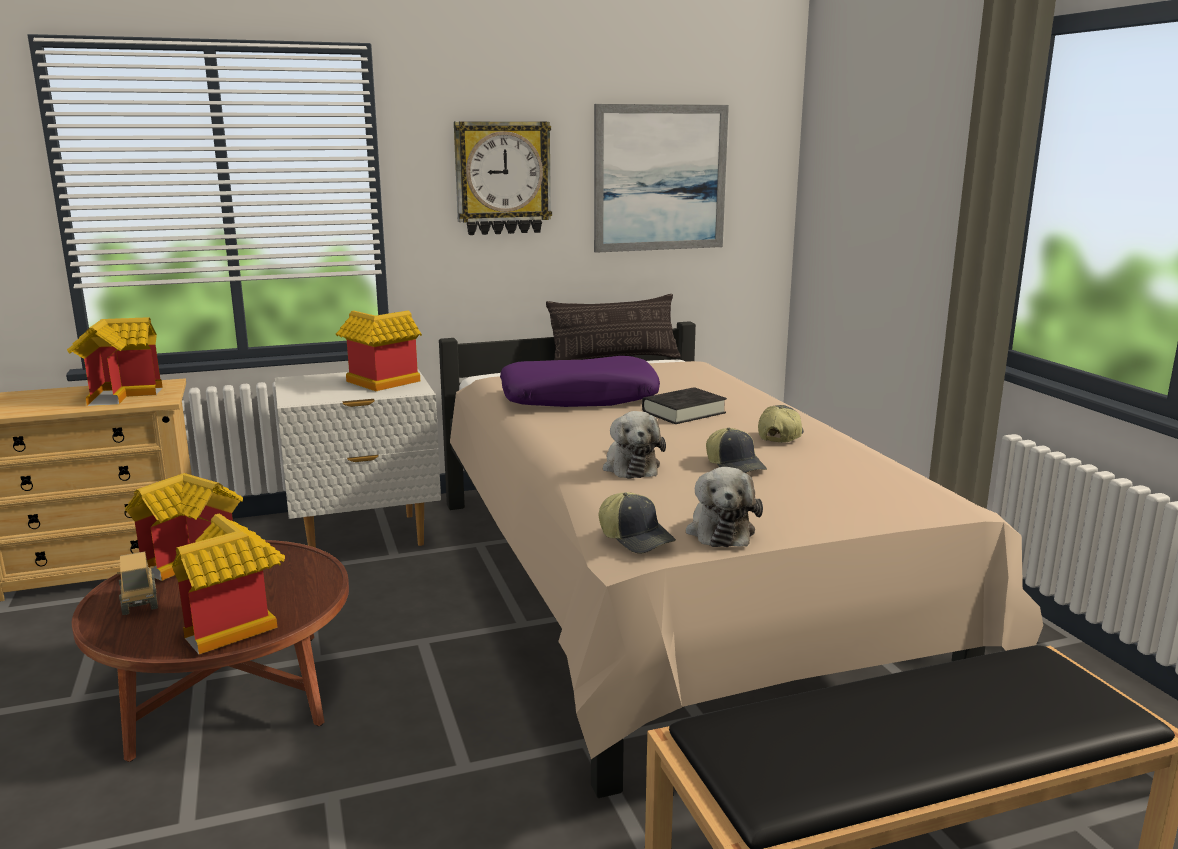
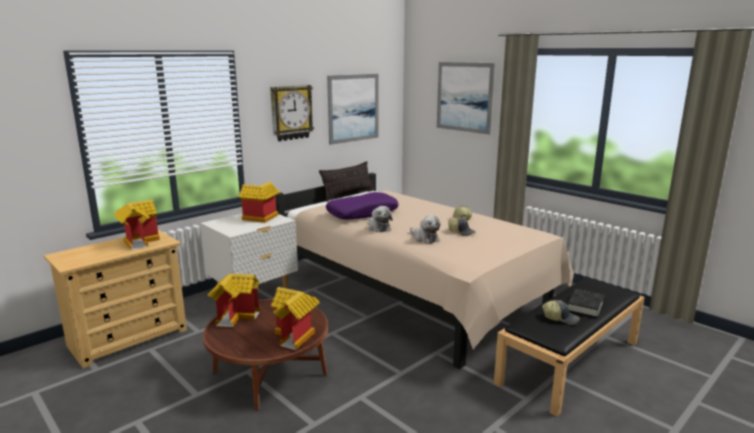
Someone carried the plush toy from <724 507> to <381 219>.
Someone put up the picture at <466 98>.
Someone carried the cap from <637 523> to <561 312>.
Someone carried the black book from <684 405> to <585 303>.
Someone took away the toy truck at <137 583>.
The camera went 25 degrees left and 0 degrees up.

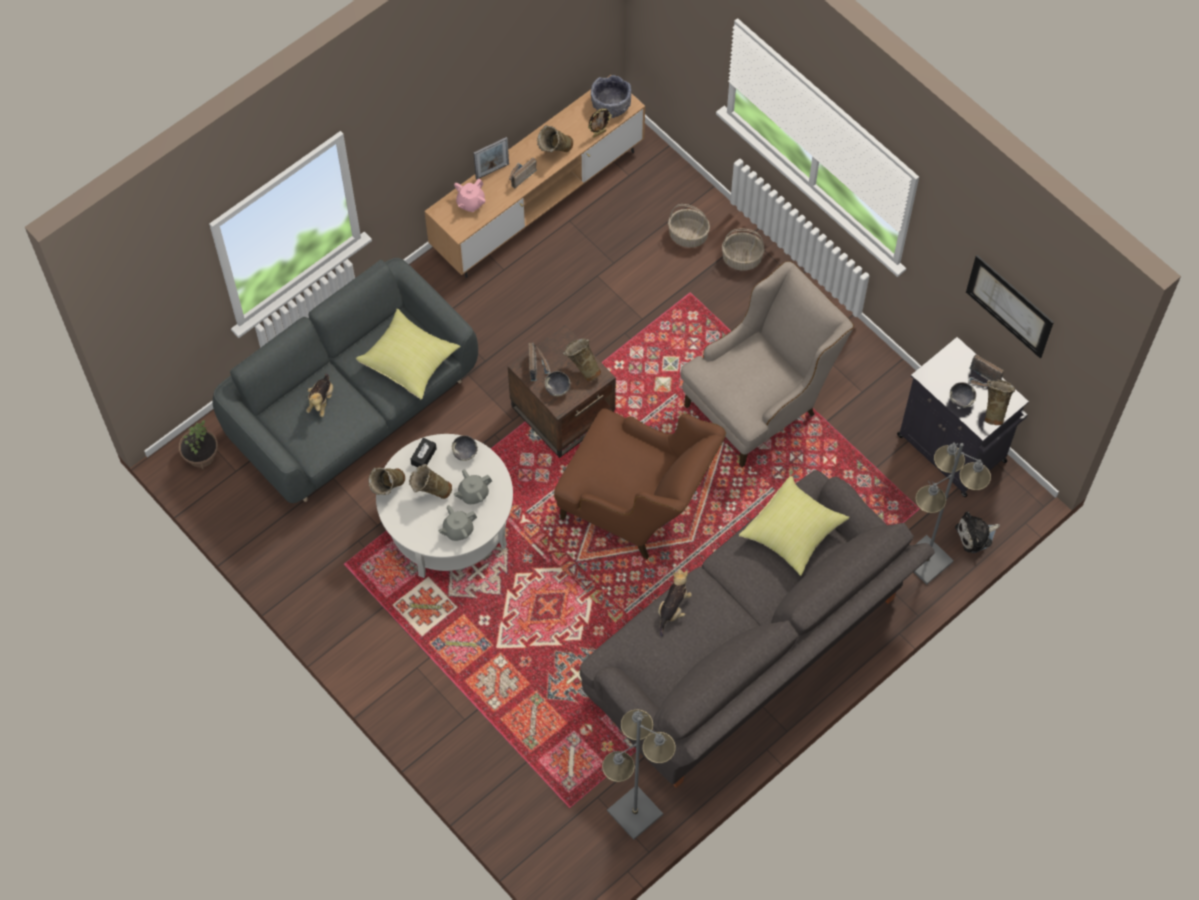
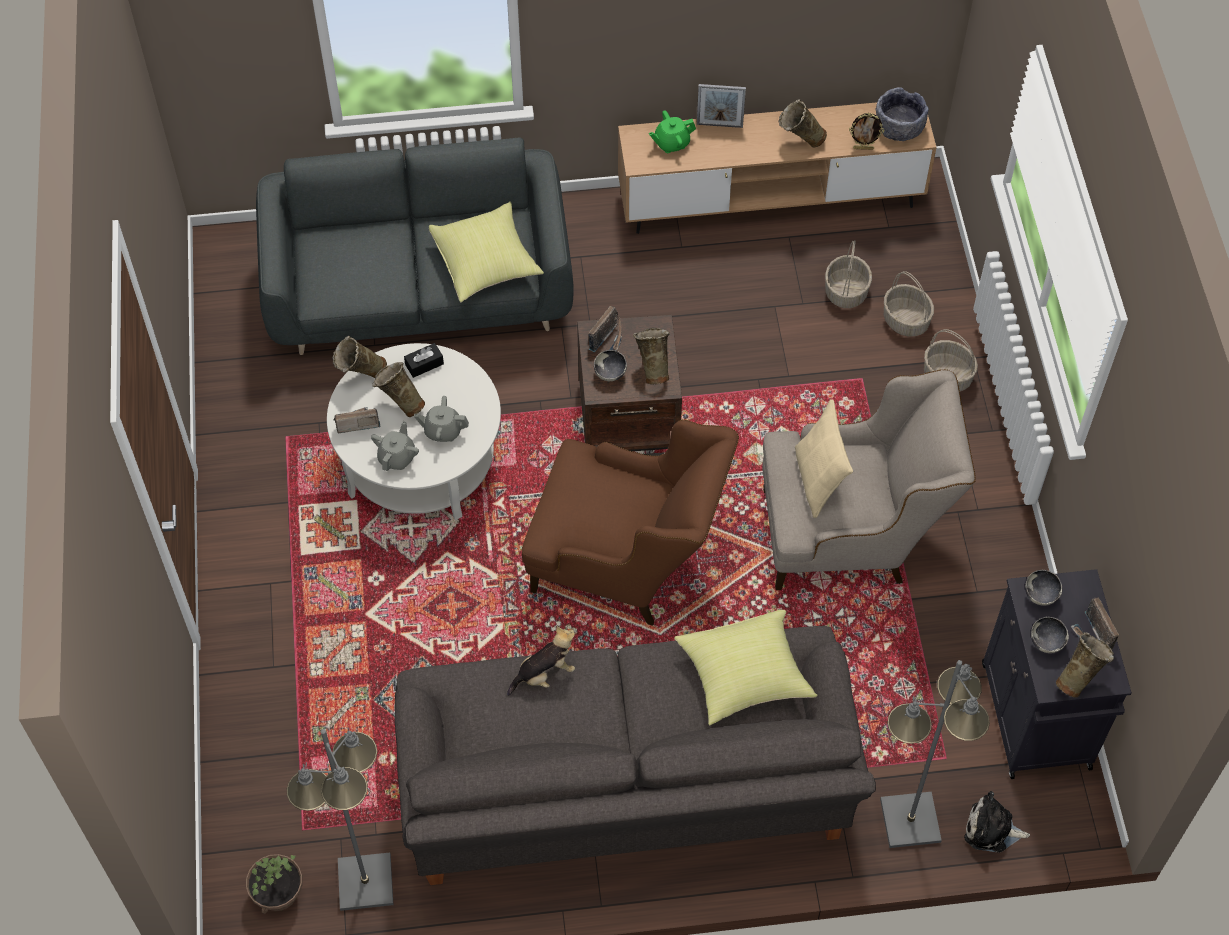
Someone carried the potted plant from <198 444> to <274 884>.
Someone carried the radio from <523 173> to <357 420>.
Someone rotated the grey teapot at <457 523> by 105 degrees clockwise.
Someone rotated the brown armchair at <640 483> by 45 degrees counterclockwise.
Someone repainted the pink teapot at <470 195>, which became the green teapot at <672 131>.
Someone put down the beige pillow at <824 458>.
Someone put down the basket at <848 274>.
Someone carried the bowl from <465 448> to <1043 587>.
Someone took away the plush toy at <319 395>.
Someone took away the picture at <1010 306>.
The camera went 35 degrees right and 5 degrees down.

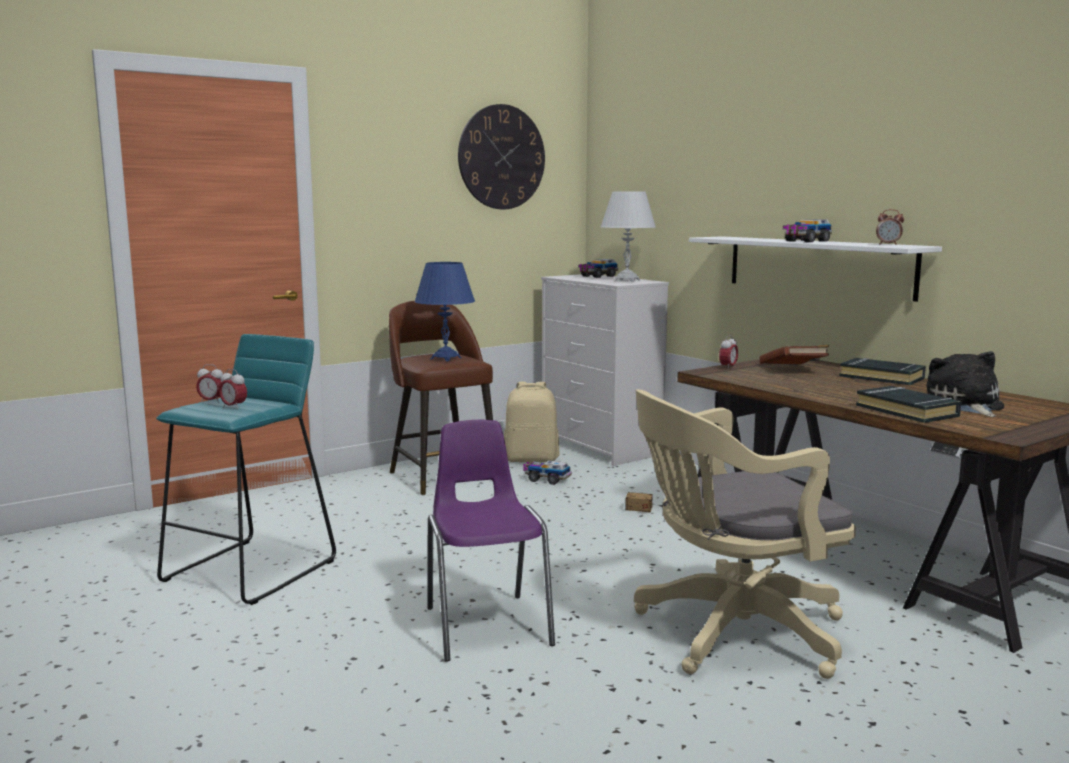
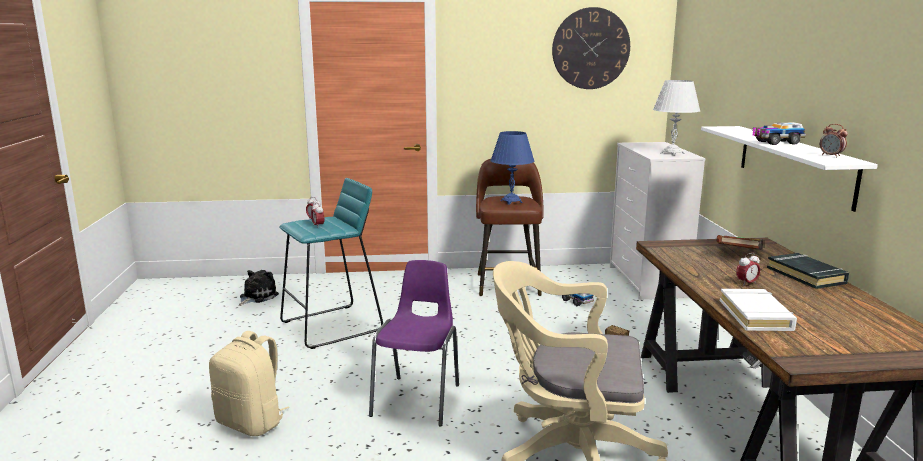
Someone carried the beige backpack from <532 422> to <249 383>.
Someone carried the plush toy from <965 384> to <259 288>.
Someone repainted the black book at <908 404>, which became the white book at <758 310>.
Someone carried the alarm clock from <728 352> to <748 269>.
Someone took away the toy truck at <598 268>.
The camera went 30 degrees right and 5 degrees up.

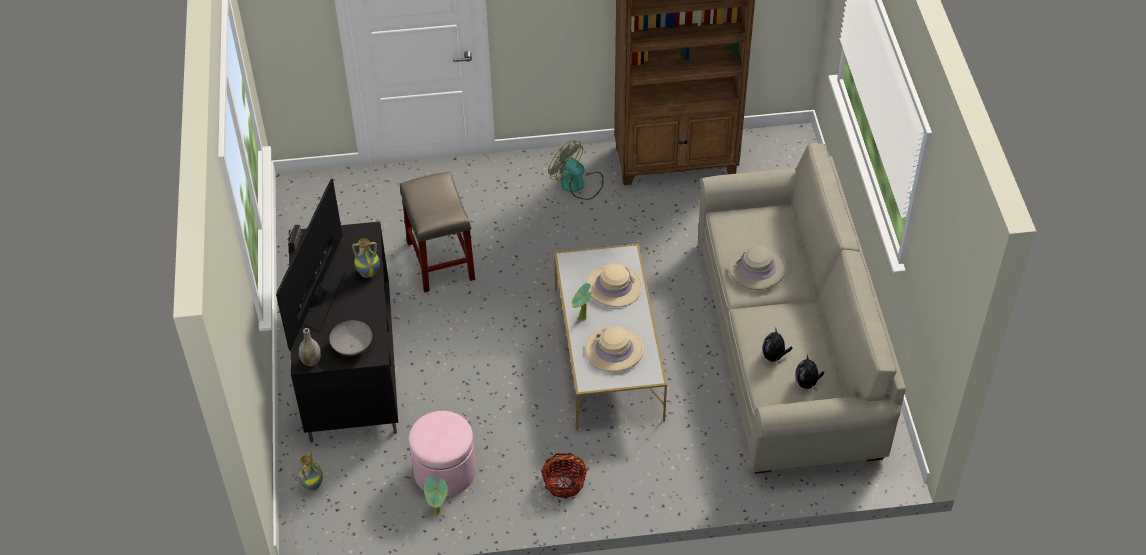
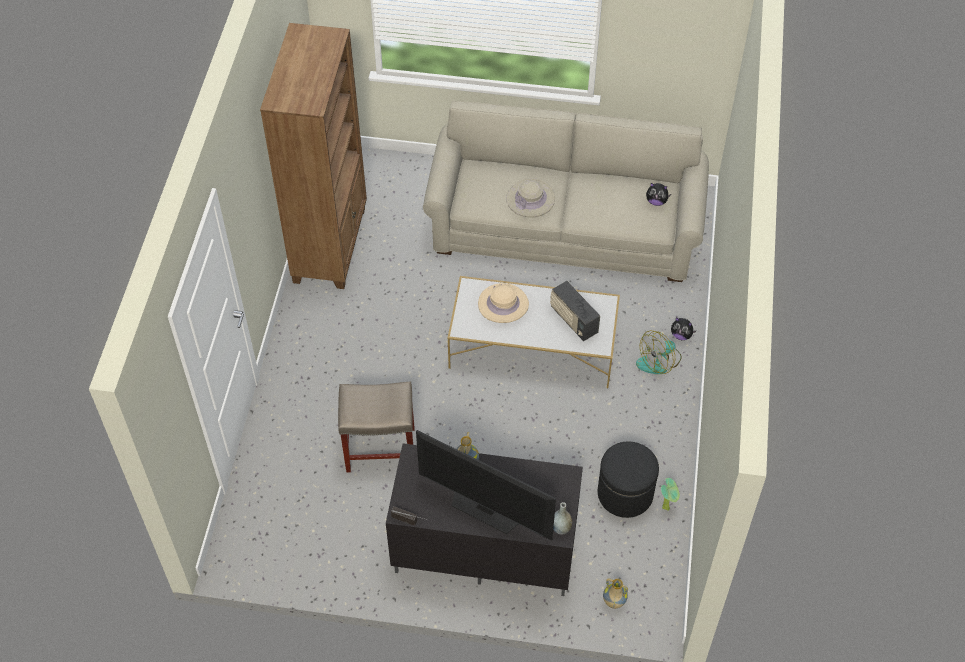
Someone swapped the beige hat at <614 349> for the radio at <575 311>.
Someone repainted the pink ottoman at <442 454>, which became the black ottoman at <628 480>.
Someone carried the fan from <576 170> to <659 352>.
Someone carried the plush toy from <777 345> to <684 329>.
Someone took away the grey bowl at <350 337>.
Someone took away the basket at <564 476>.
Someone took away the potted plant at <582 301>.
The camera went 75 degrees left and 5 degrees up.

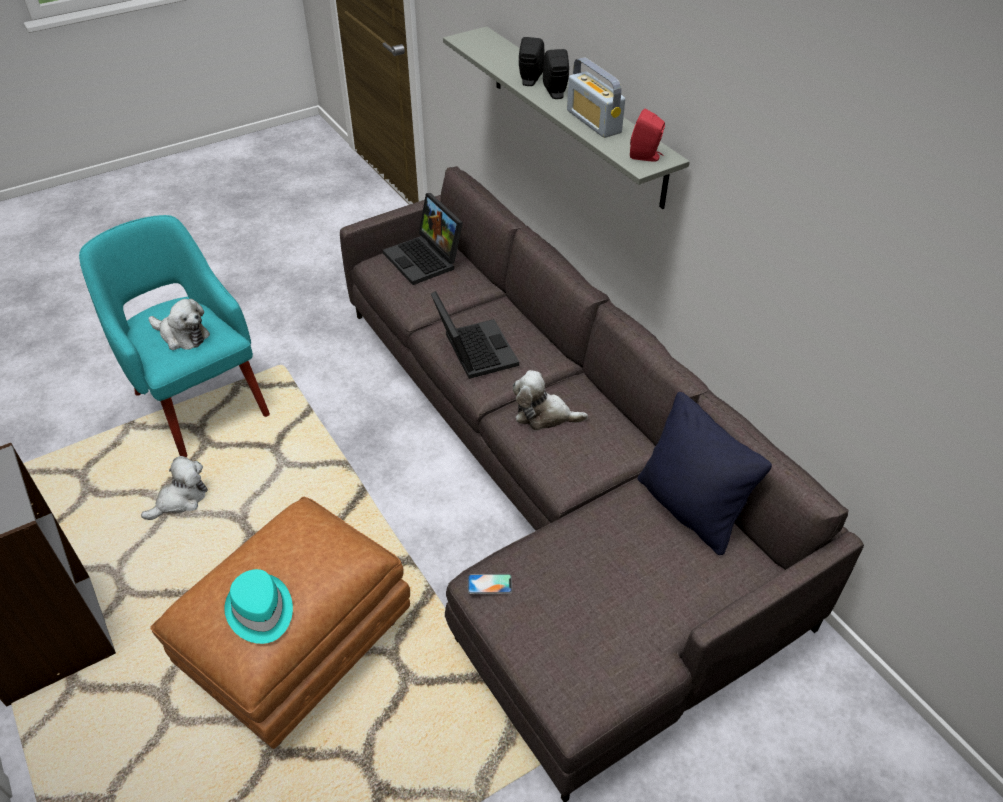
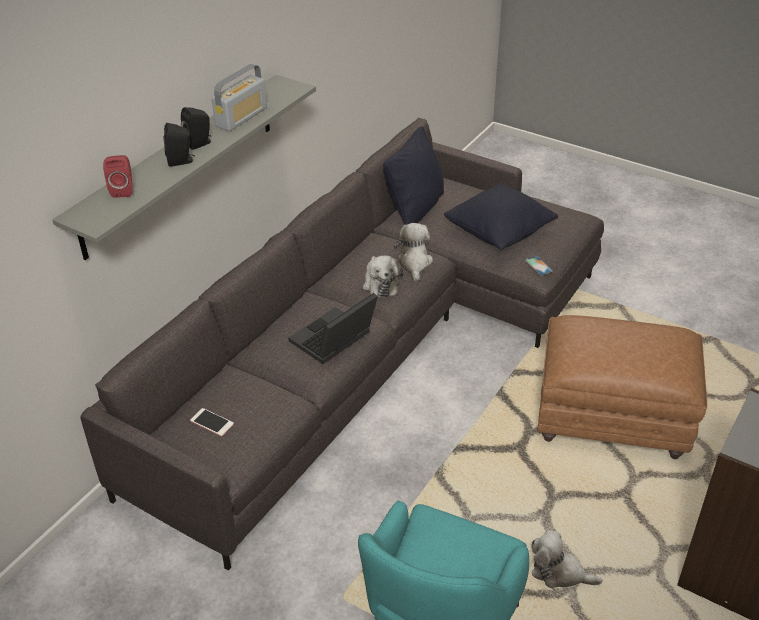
Someone carried the red speaker from <647 135> to <118 176>.
Someone swapped the laptop at <423 239> for the phone at <212 422>.
Someone carried the plush toy from <179 324> to <413 252>.
Someone put down the black pillow at <501 217>.
Someone took away the turquoise hat at <258 606>.
The camera went 115 degrees left and 5 degrees down.

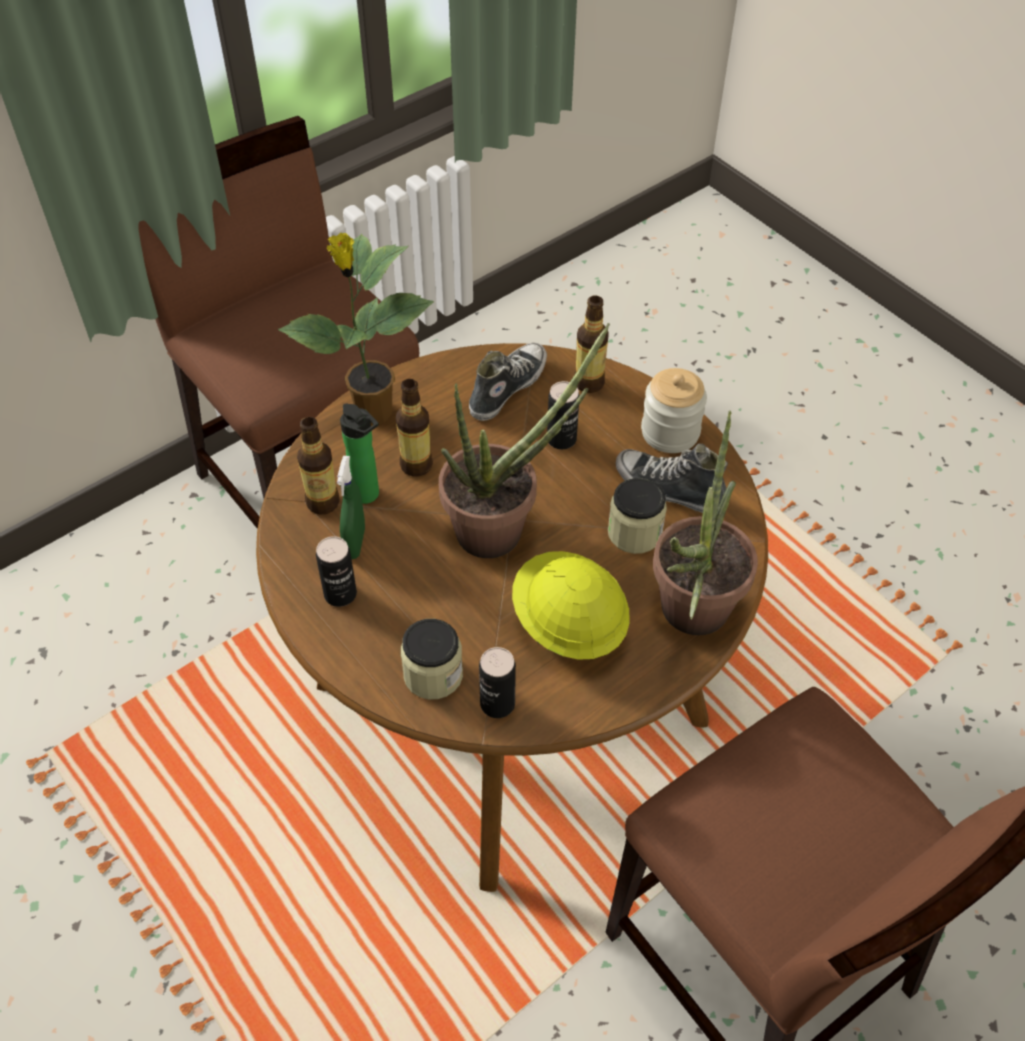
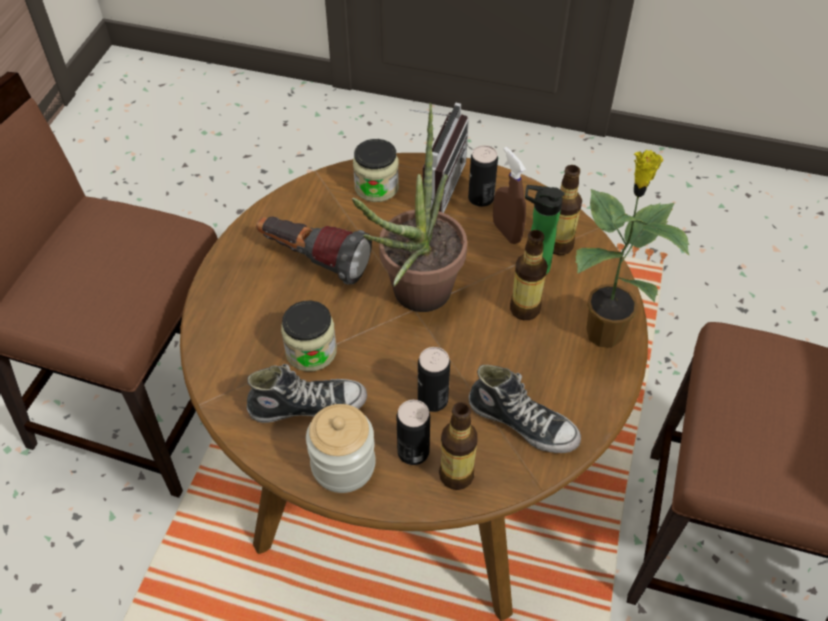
Someone swapped the yellow hard hat at <571 605> for the flashlight at <314 250>.
Someone carried the can from <497 682> to <413 432>.
Someone put down the radio at <439 158>.
Someone rotated the shoe at <508 382> by 60 degrees counterclockwise.
Someone repainted the green spray bottle at <351 507>, which became the brown spray bottle at <509 195>.
Someone took away the potted plant at <705 523>.
The camera went 145 degrees right and 0 degrees up.

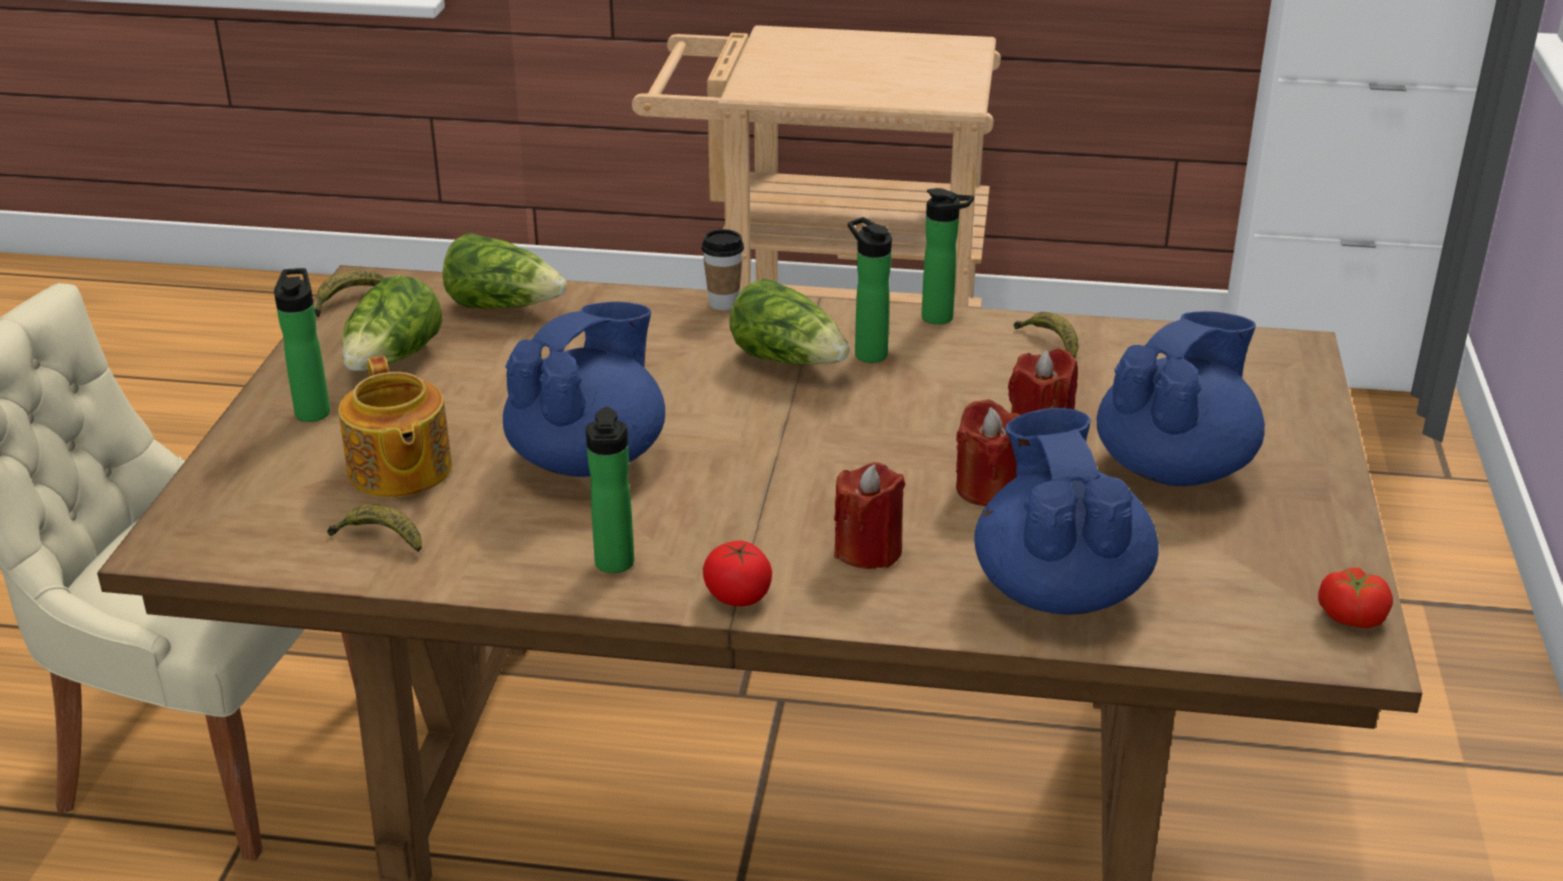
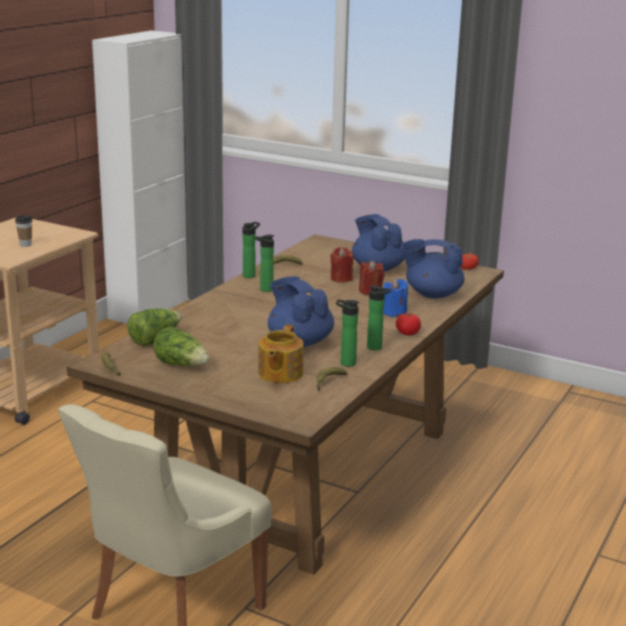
Someone carried the cup from <722 269> to <23 231>.
Someone rotated the teapot at <395 427> by 105 degrees clockwise.
Someone carried the bottle from <302 345> to <347 333>.
Someone repainted the red candle at <870 515>, which became the blue candle at <395 298>.
Someone took away the lettuce at <789 322>.
The camera went 70 degrees left and 10 degrees down.

